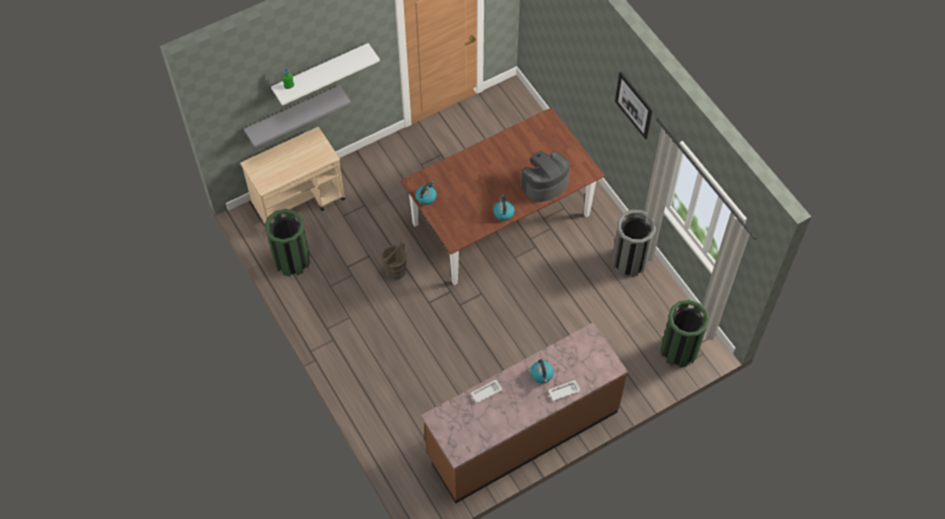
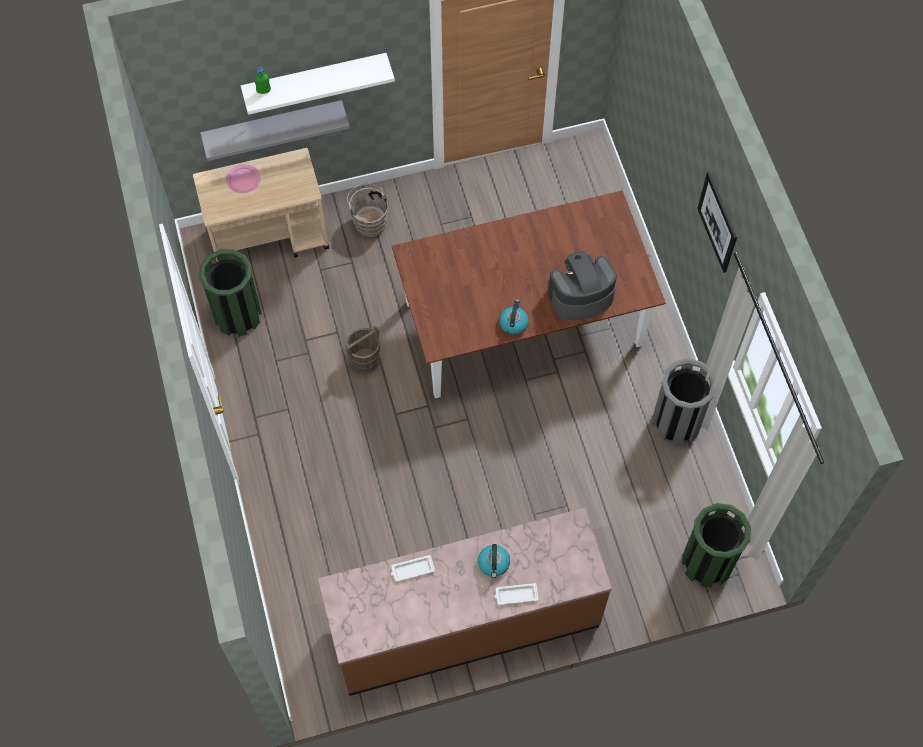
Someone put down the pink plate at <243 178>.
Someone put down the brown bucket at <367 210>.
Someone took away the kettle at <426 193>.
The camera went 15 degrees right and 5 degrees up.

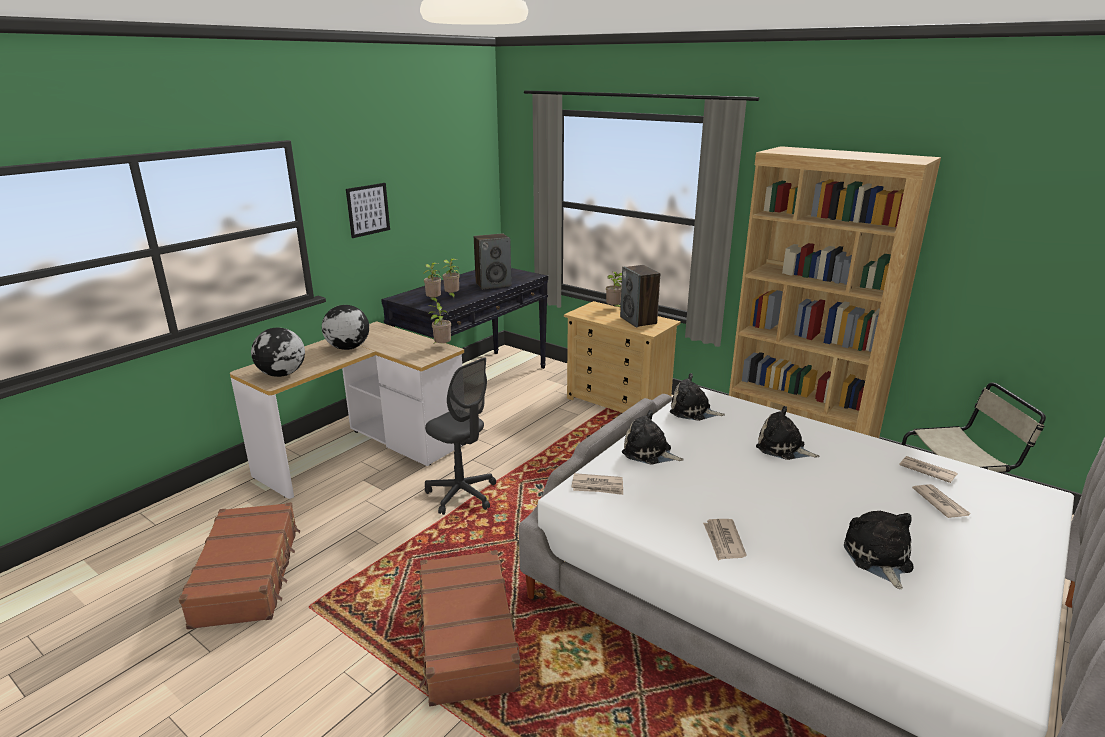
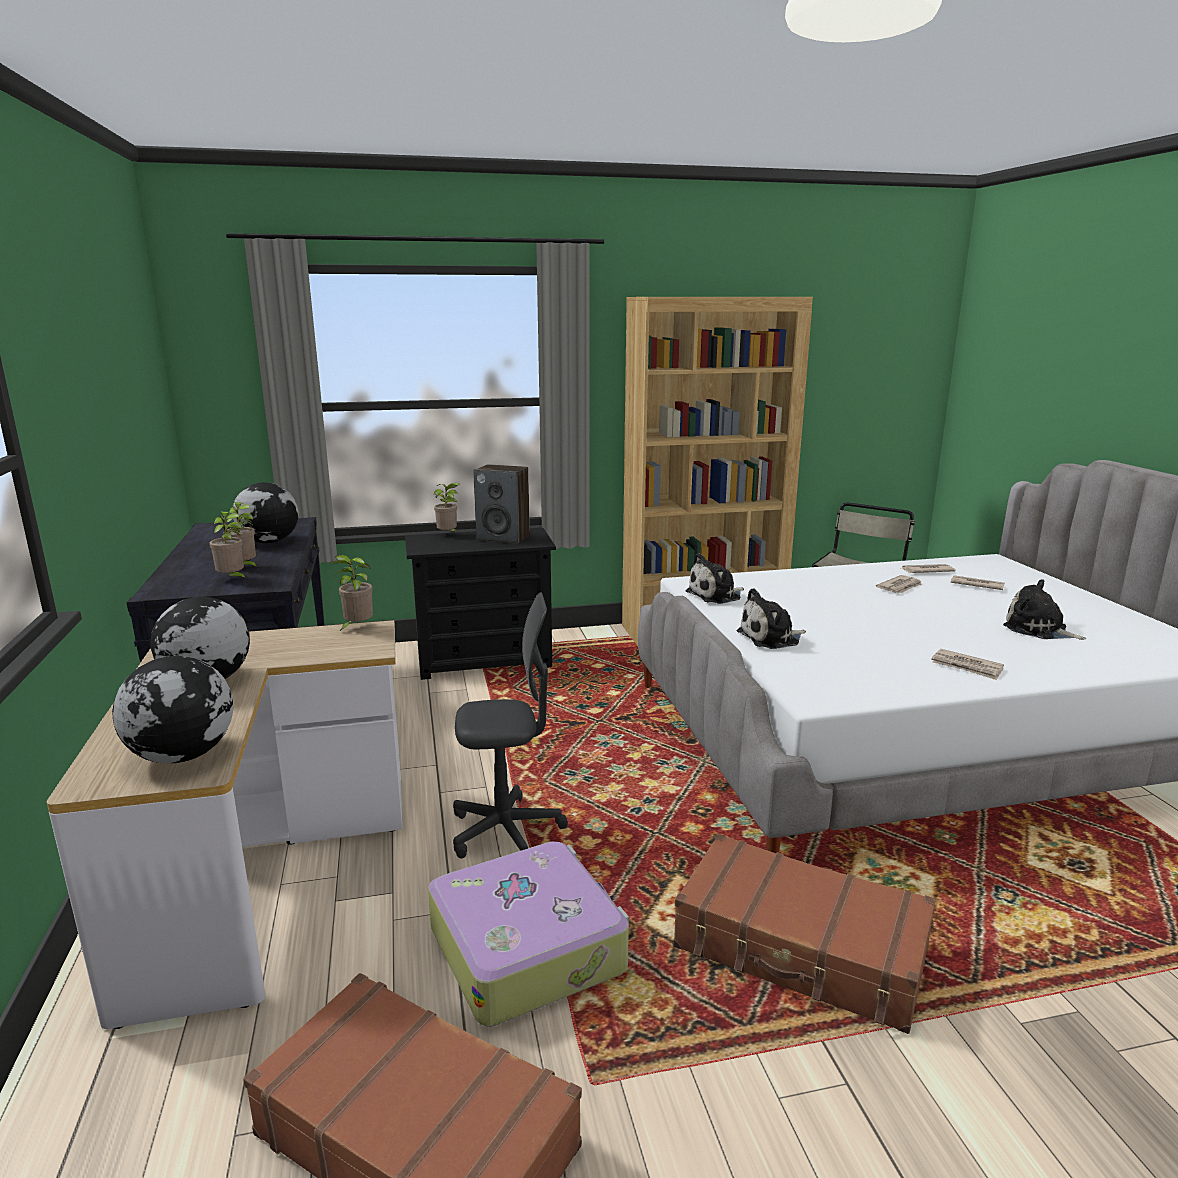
Someone swapped the speaker at <493 261> for the globe at <265 512>.
Someone repainted the beige dresser at <622 357>, which became the black dresser at <480 604>.
Someone put down the suitcase at <528 934>.
Someone carried the newspaper from <597 484> to <899 584>.
Someone took away the picture at <368 210>.
Someone took away the plush toy at <787 433>.
The camera went 50 degrees left and 5 degrees down.

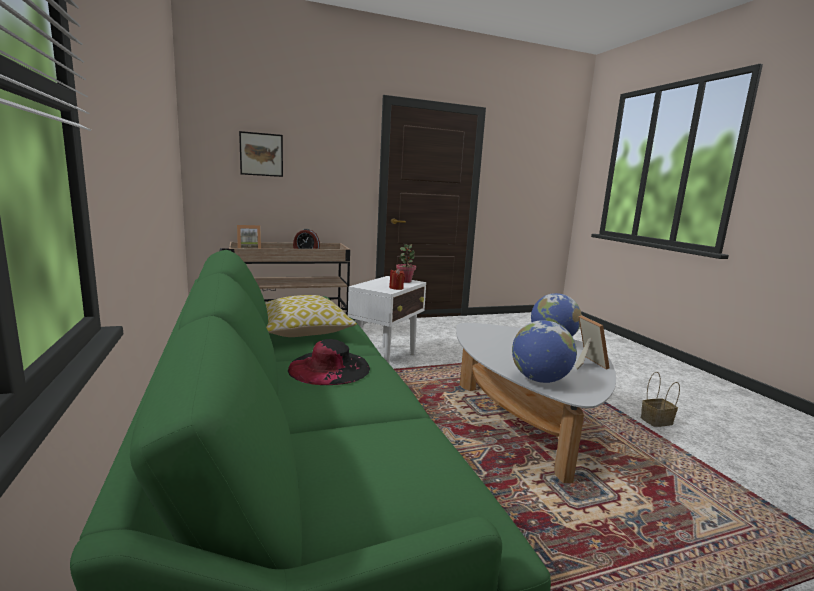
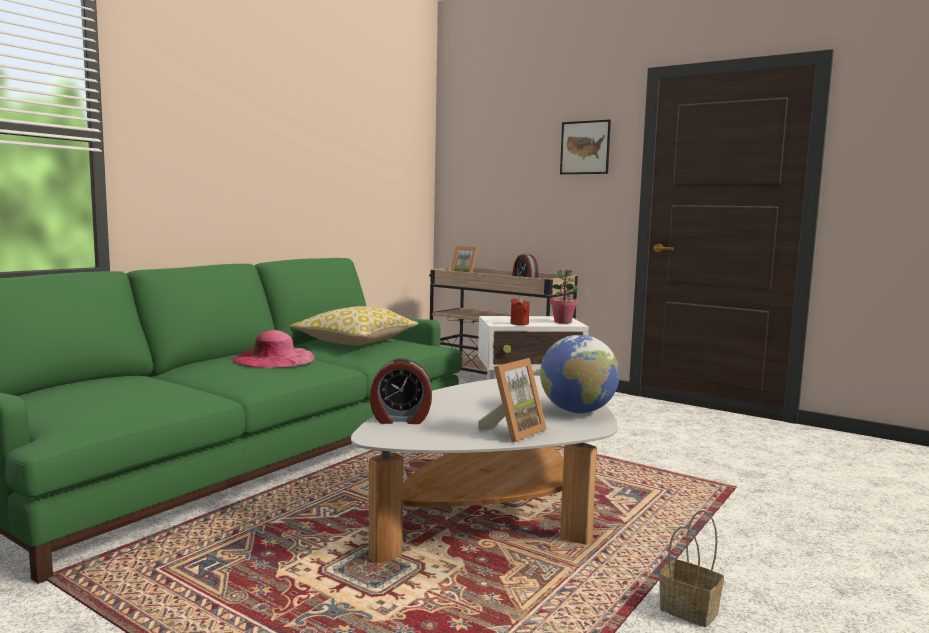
Someone repainted the black hat at <329 362>, which became the pink hat at <273 349>.
Someone swapped the globe at <544 351> for the alarm clock at <401 391>.
Someone carried the picture from <261 154> to <585 147>.
The camera went 55 degrees right and 5 degrees down.

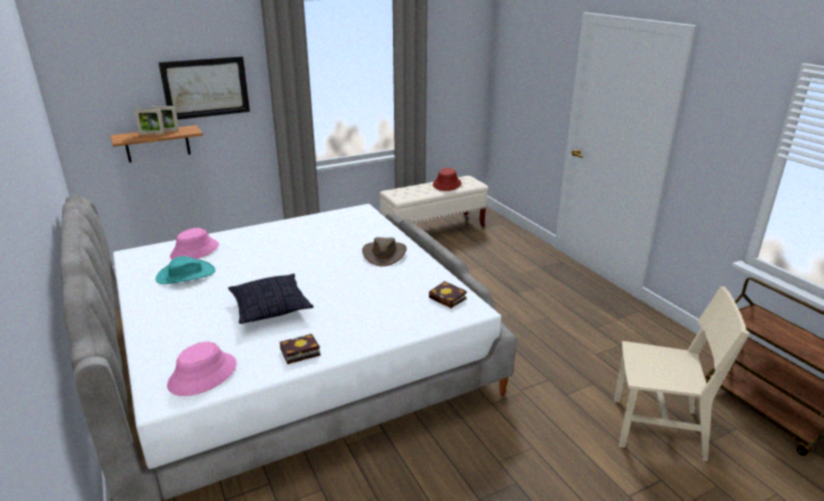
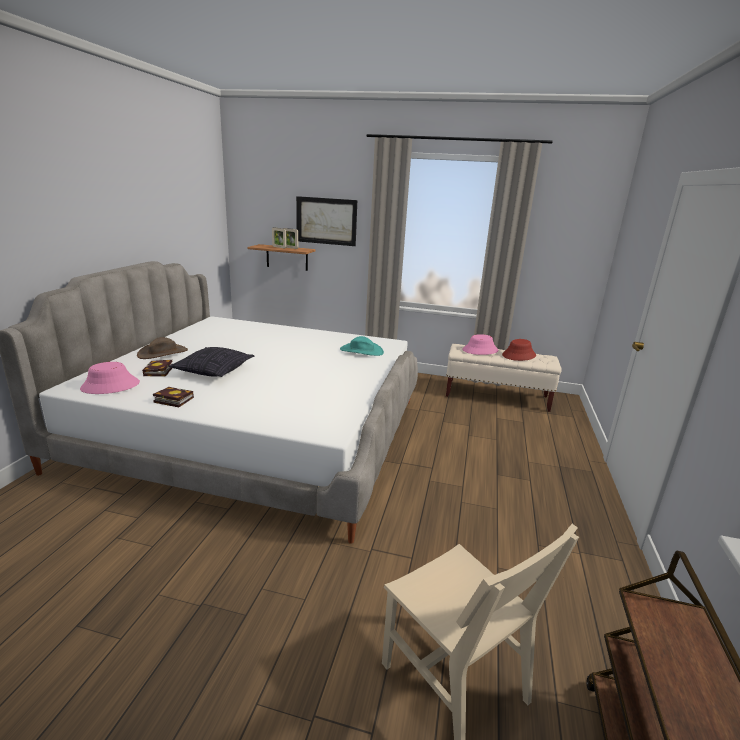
Someone carried the brown hat from <384 251> to <162 348>.
Someone carried the book from <448 294> to <157 368>.
Someone carried the turquoise hat from <185 270> to <362 346>.
Someone carried the pink hat from <194 244> to <481 344>.
The camera went 40 degrees right and 5 degrees down.

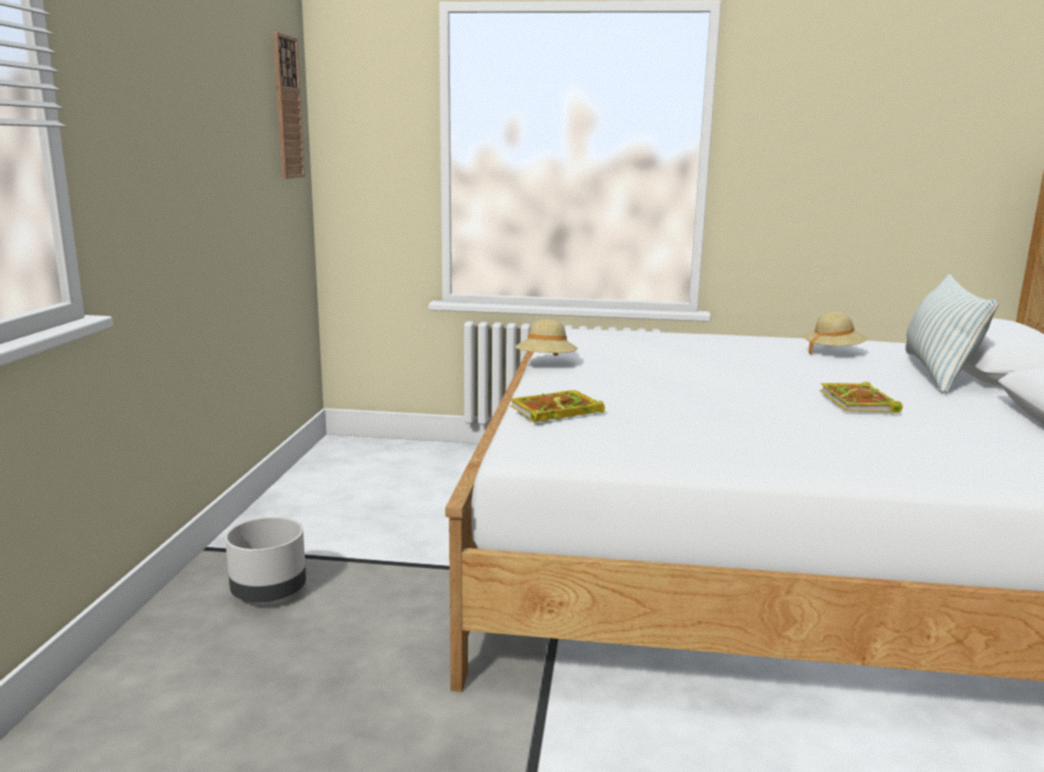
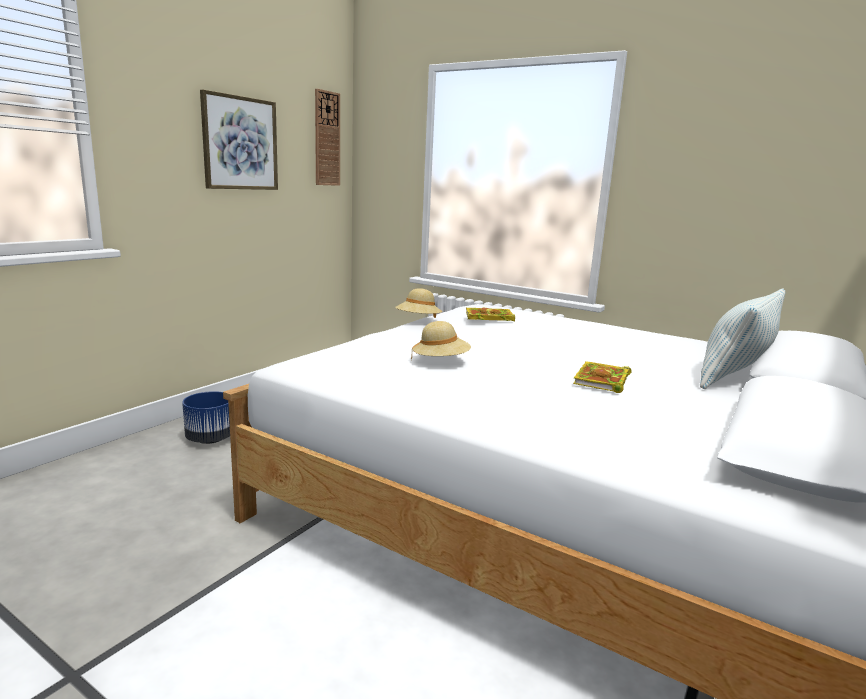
Someone repainted the grey planter at <265 559>, which became the blue planter at <206 417>.
Someone put up the picture at <239 139>.
Someone carried the beige hat from <835 333> to <441 340>.
Someone carried the book from <557 406> to <490 314>.
The camera went 25 degrees right and 0 degrees up.

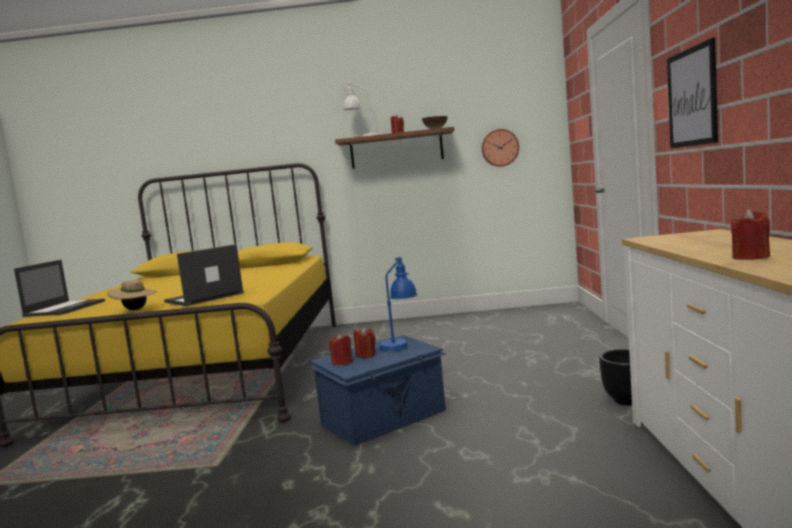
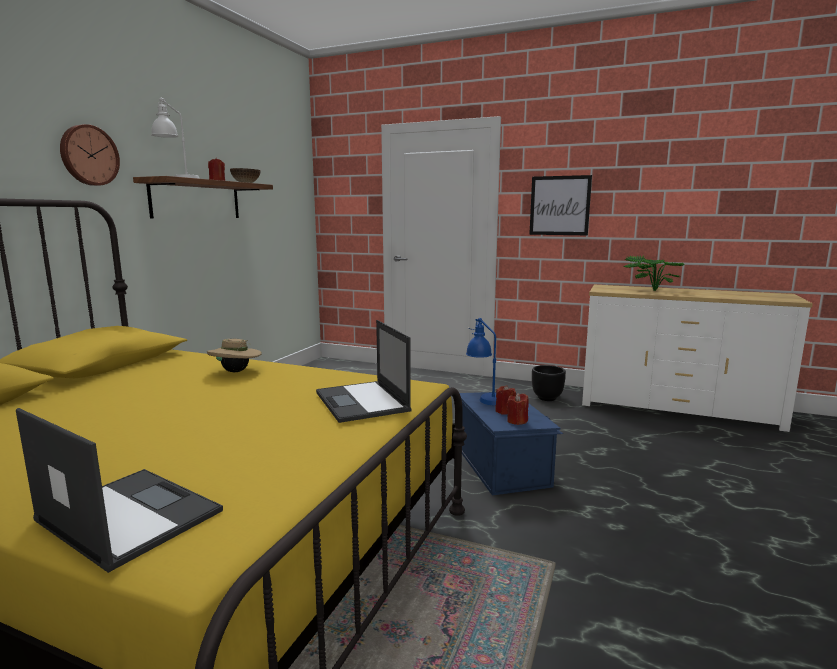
Someone carried the wall clock from <500 148> to <90 155>.
Someone carried the beige hat from <131 295> to <234 355>.
Someone put down the potted plant at <653 273>.
Someone took away the red candle at <750 234>.
The camera went 70 degrees left and 5 degrees up.

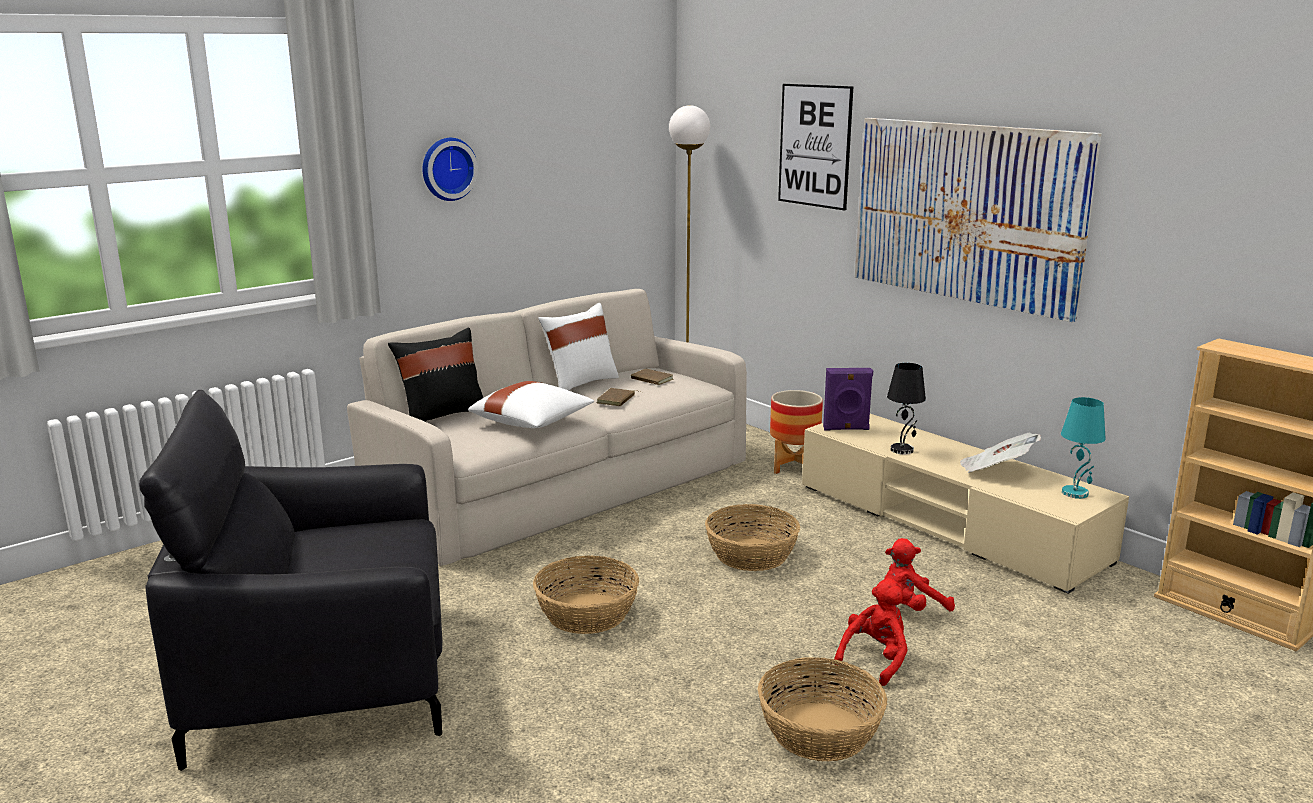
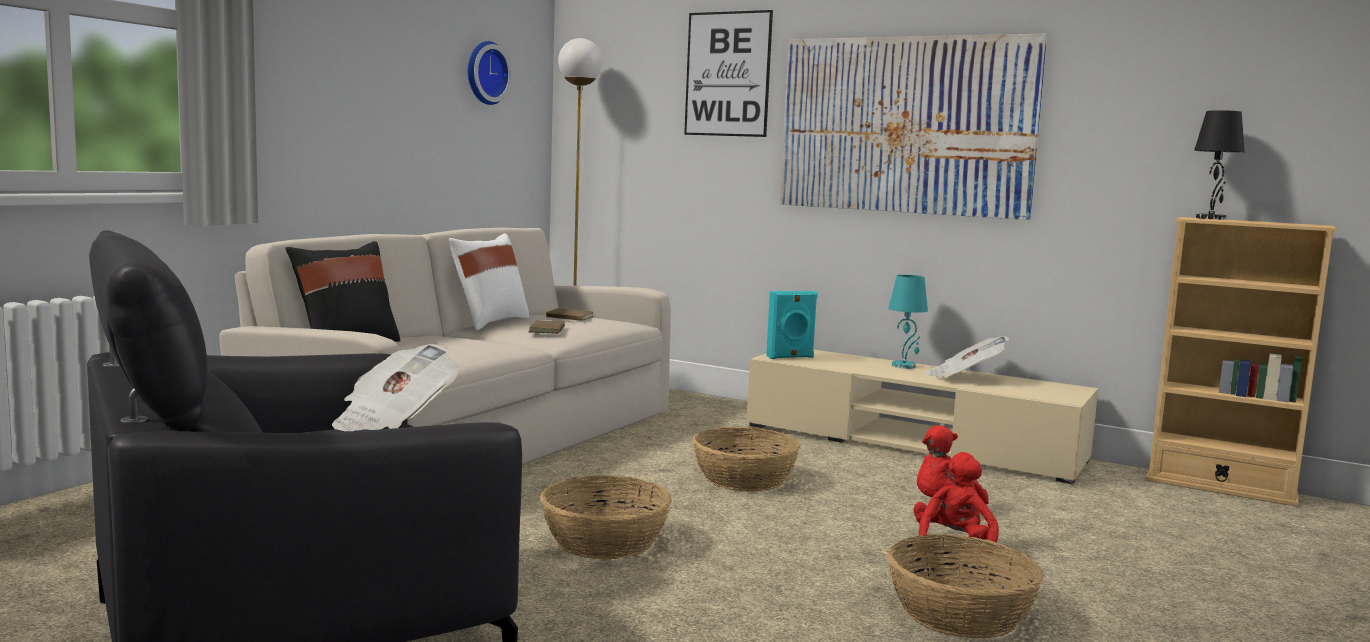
Someone put down the newspaper at <395 387>.
Someone carried the wall clock from <450 169> to <490 73>.
Someone repainted the purple speaker at <848 399>, which became the turquoise speaker at <792 325>.
Someone carried the turquoise table lamp from <1083 448> to <908 322>.
Someone carried the black table lamp from <906 408> to <1219 165>.
Someone took away the white pillow at <531 404>.
Someone took away the planter at <796 432>.
The camera went 20 degrees left and 10 degrees down.

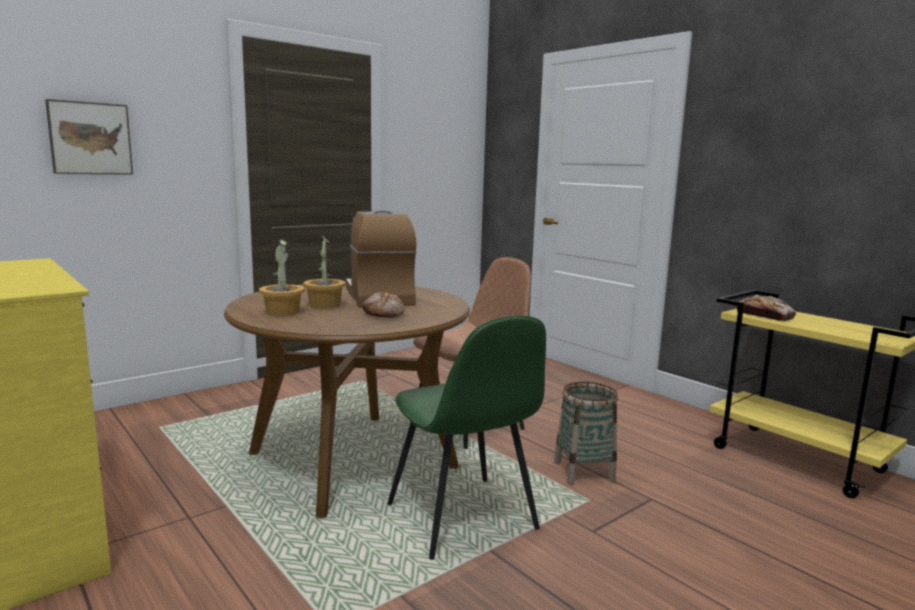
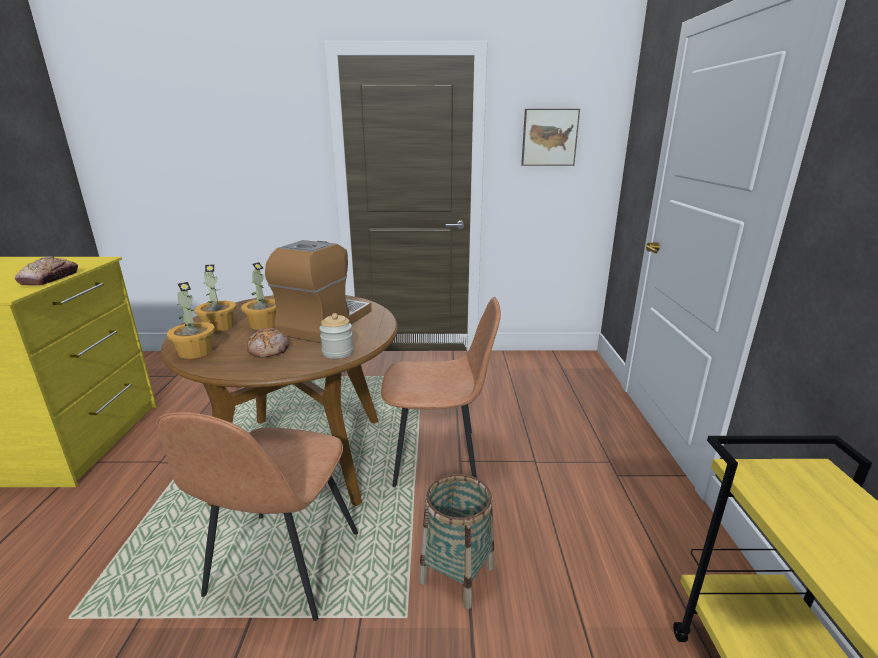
Someone carried the bread from <766 308> to <46 271>.
Someone repainted the green chair at <466 438>, which became the brown chair at <257 516>.
Someone put down the potted plant at <191 320>.
Someone put down the jar at <336 336>.
Someone carried the picture from <89 137> to <550 137>.
The camera went 40 degrees right and 10 degrees up.

